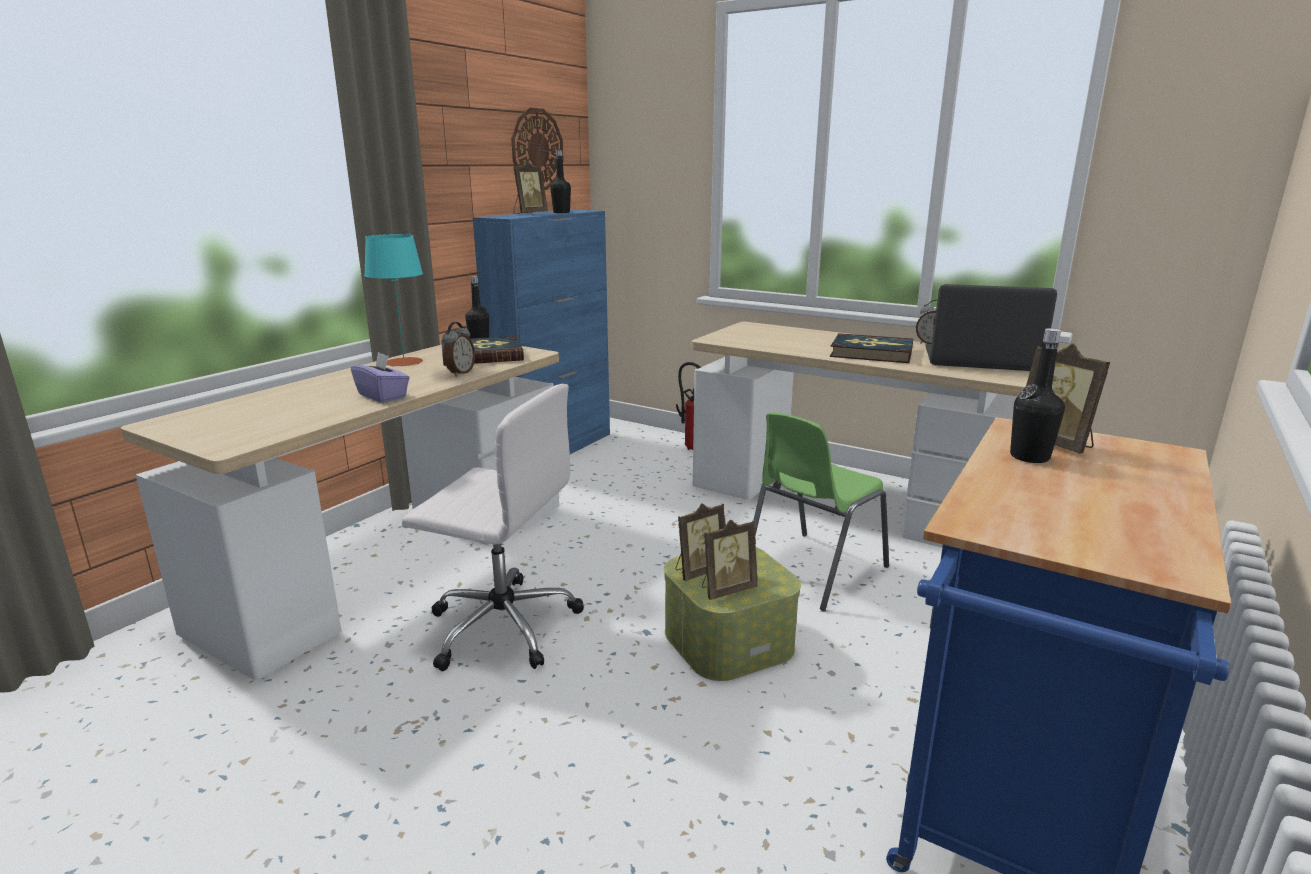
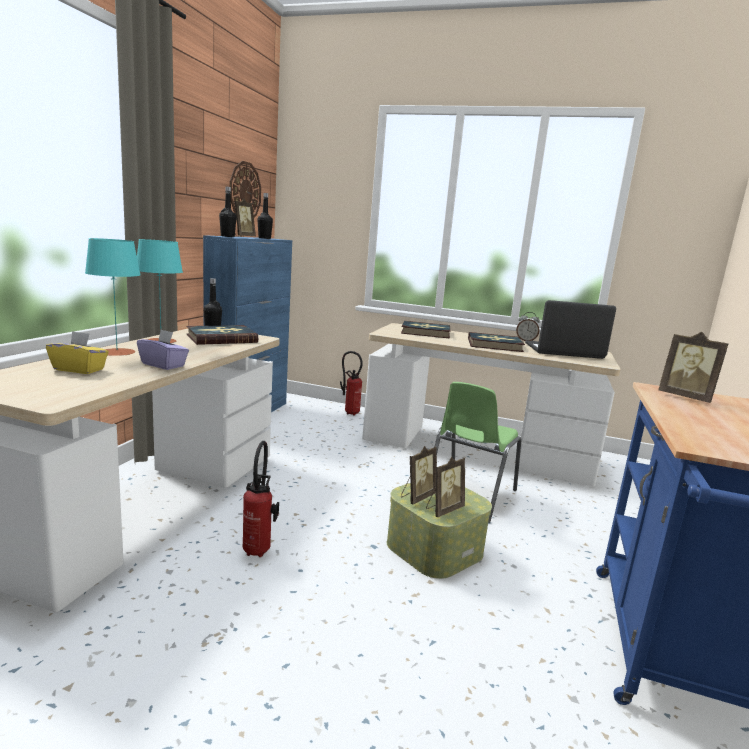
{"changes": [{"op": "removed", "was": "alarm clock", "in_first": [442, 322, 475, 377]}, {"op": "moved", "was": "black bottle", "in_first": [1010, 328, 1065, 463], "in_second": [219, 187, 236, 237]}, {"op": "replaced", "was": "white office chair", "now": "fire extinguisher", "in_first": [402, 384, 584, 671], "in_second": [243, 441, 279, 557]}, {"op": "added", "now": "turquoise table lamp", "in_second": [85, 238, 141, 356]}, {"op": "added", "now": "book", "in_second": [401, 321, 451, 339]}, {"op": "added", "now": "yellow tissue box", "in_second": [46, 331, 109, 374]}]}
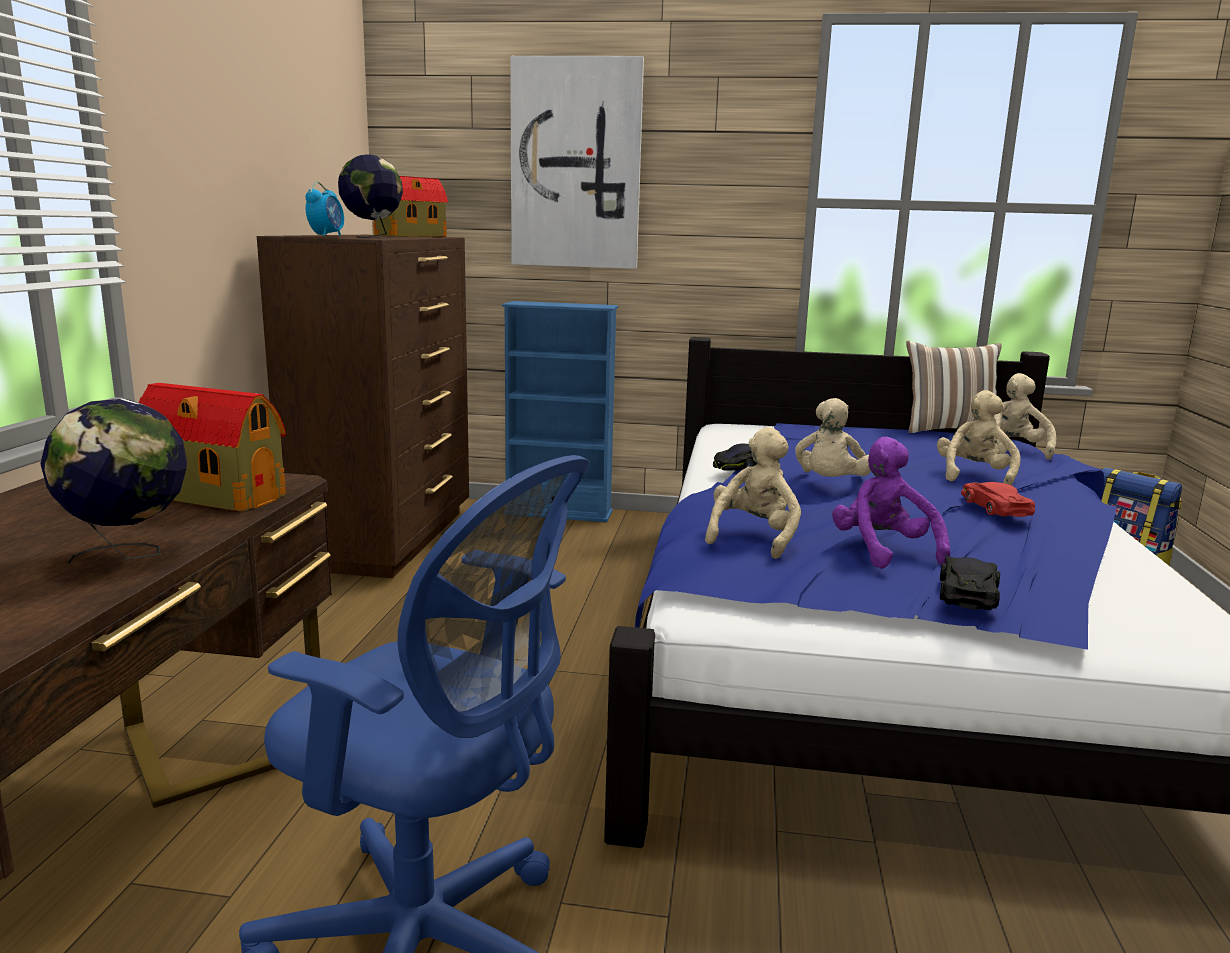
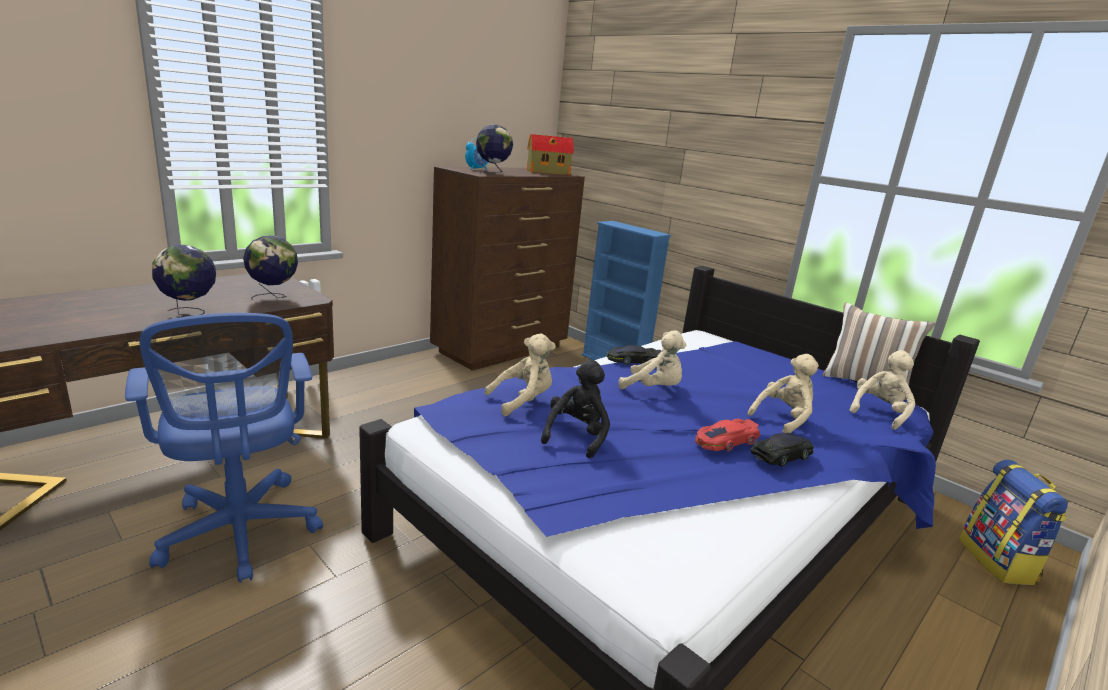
{"changes": [{"op": "removed", "was": "picture", "in_first": [510, 56, 644, 269]}, {"op": "replaced", "was": "toy house", "now": "globe", "in_first": [138, 383, 286, 512], "in_second": [243, 235, 298, 300]}, {"op": "turned", "was": "beige plush toy", "in_first": [795, 398, 871, 477], "in_second": [618, 330, 686, 389], "clockwise": -120}, {"op": "recoloured", "was": "purple plush toy", "now": "black plush toy", "in_first": [832, 437, 950, 569], "in_second": [541, 360, 610, 458]}, {"op": "turned", "was": "red toy car", "in_first": [961, 482, 1035, 517], "in_second": [695, 418, 760, 451], "clockwise": -150}, {"op": "moved", "was": "black toy car", "in_first": [940, 556, 1000, 610], "in_second": [751, 433, 814, 467]}]}
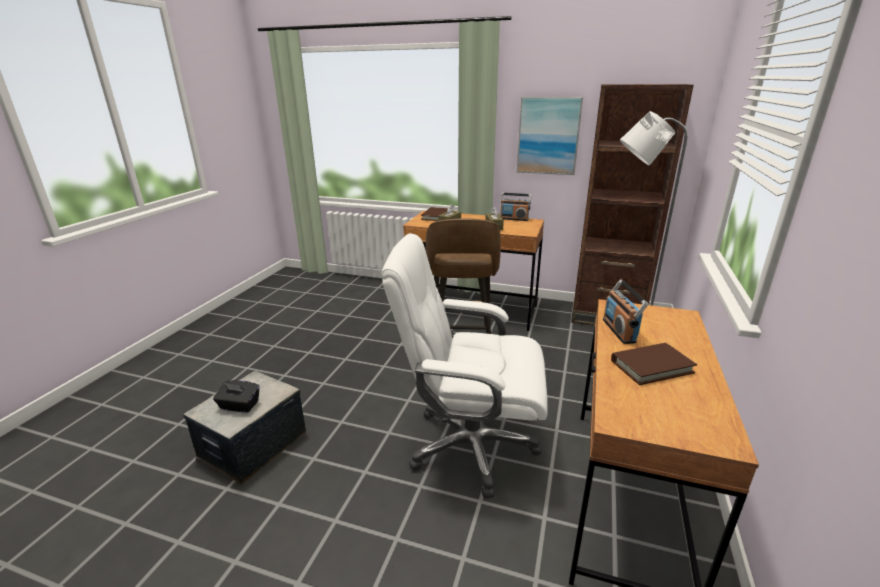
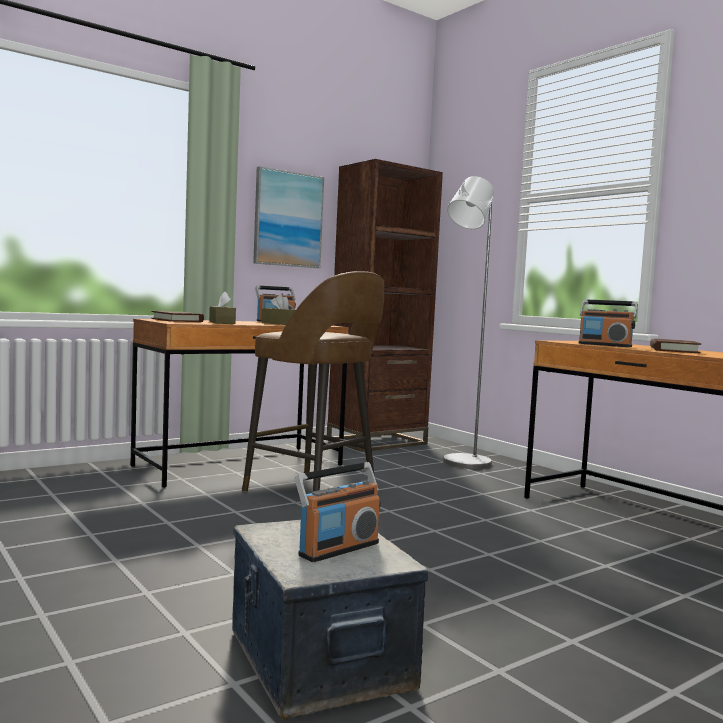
{"changes": [{"op": "removed", "was": "white office chair", "in_first": [381, 233, 548, 499]}, {"op": "replaced", "was": "black tissue box", "now": "radio", "in_first": [213, 380, 260, 413], "in_second": [295, 462, 381, 562]}]}
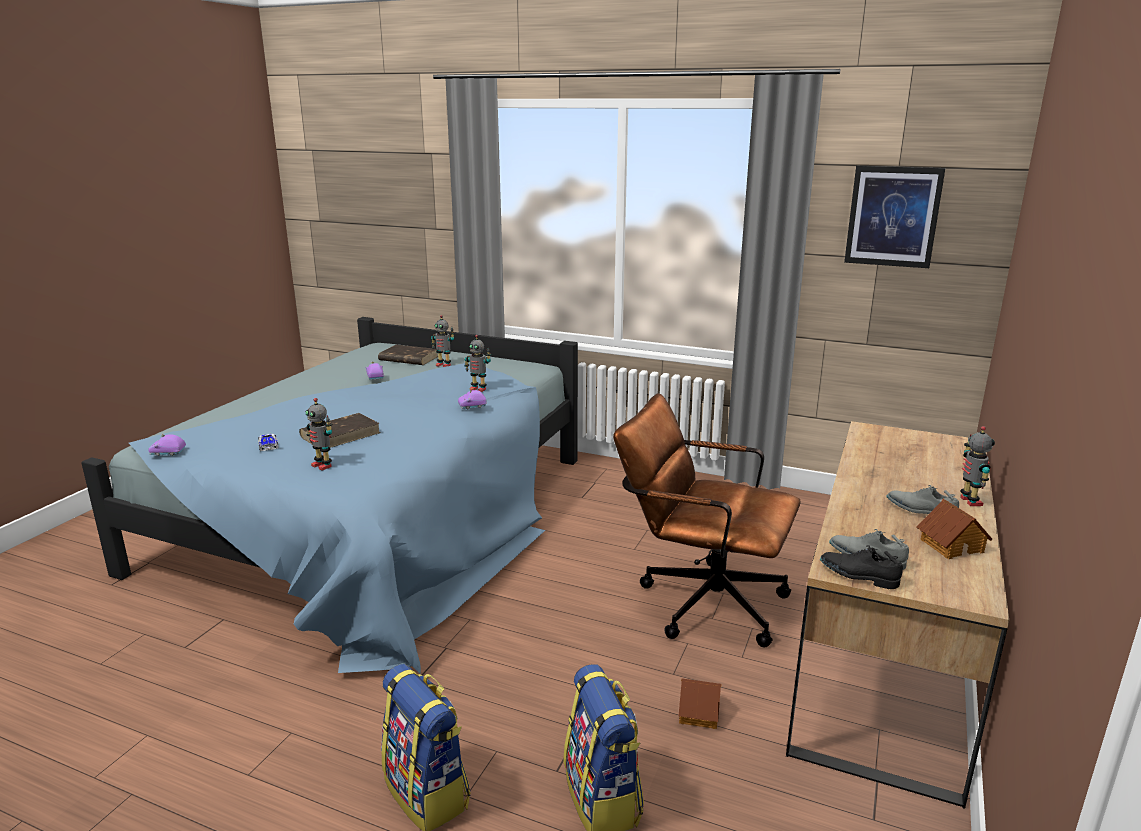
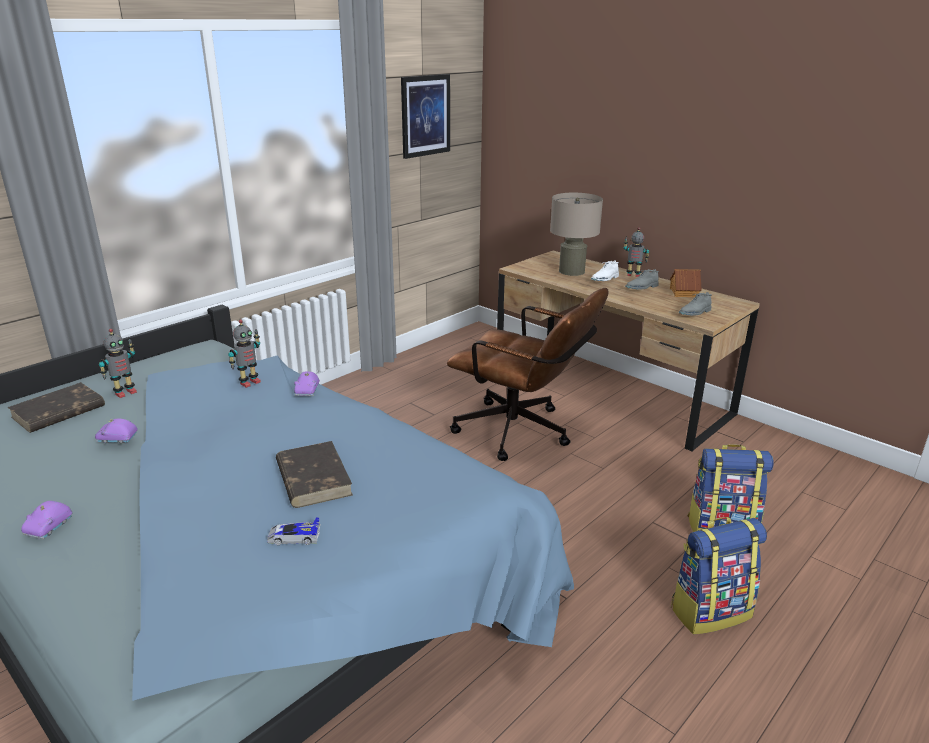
{"changes": [{"op": "turned", "was": "brown office chair", "in_first": [613, 393, 801, 647], "in_second": [447, 288, 608, 461], "clockwise": -105}, {"op": "removed", "was": "toy robot", "in_first": [305, 398, 332, 471]}, {"op": "moved", "was": "purple toy car", "in_first": [148, 434, 186, 456], "in_second": [21, 501, 73, 539]}, {"op": "removed", "was": "black shoe", "in_first": [820, 545, 903, 589]}, {"op": "removed", "was": "toy house", "in_first": [679, 678, 722, 729]}, {"op": "added", "now": "beige table lamp", "in_second": [550, 193, 603, 276]}, {"op": "added", "now": "white shoe", "in_second": [591, 260, 619, 281]}]}
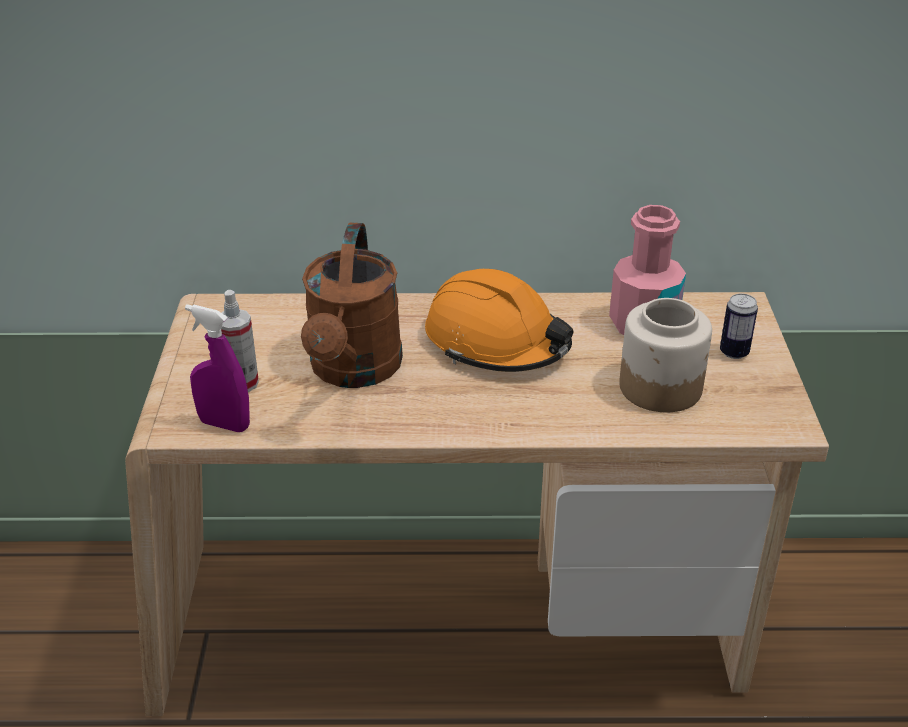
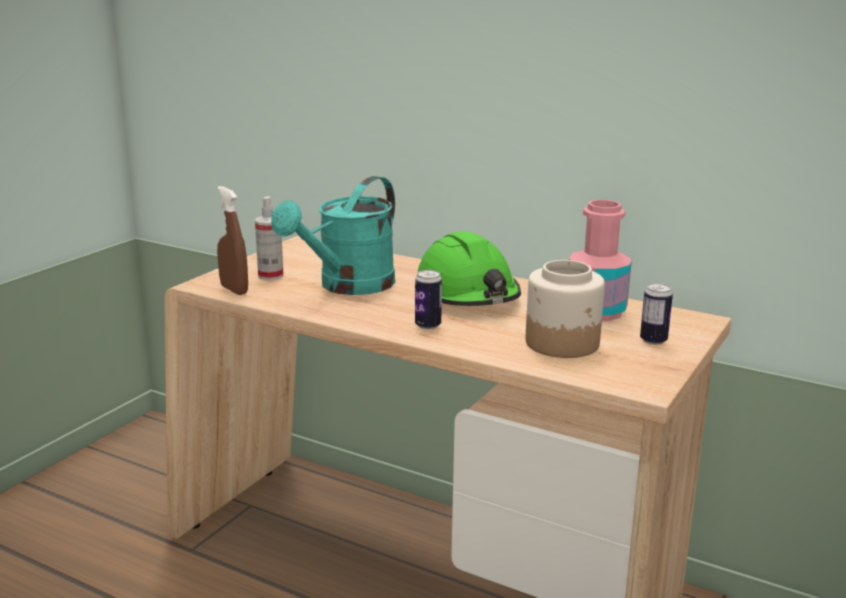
{"changes": [{"op": "recoloured", "was": "brown watering can", "now": "turquoise watering can", "in_first": [301, 222, 403, 388], "in_second": [271, 176, 395, 295]}, {"op": "recoloured", "was": "orange hard hat", "now": "green hard hat", "in_first": [425, 269, 573, 372], "in_second": [417, 231, 521, 306]}, {"op": "recoloured", "was": "purple spray bottle", "now": "brown spray bottle", "in_first": [185, 304, 250, 432], "in_second": [217, 186, 248, 295]}, {"op": "added", "now": "can", "in_second": [415, 270, 442, 330]}]}
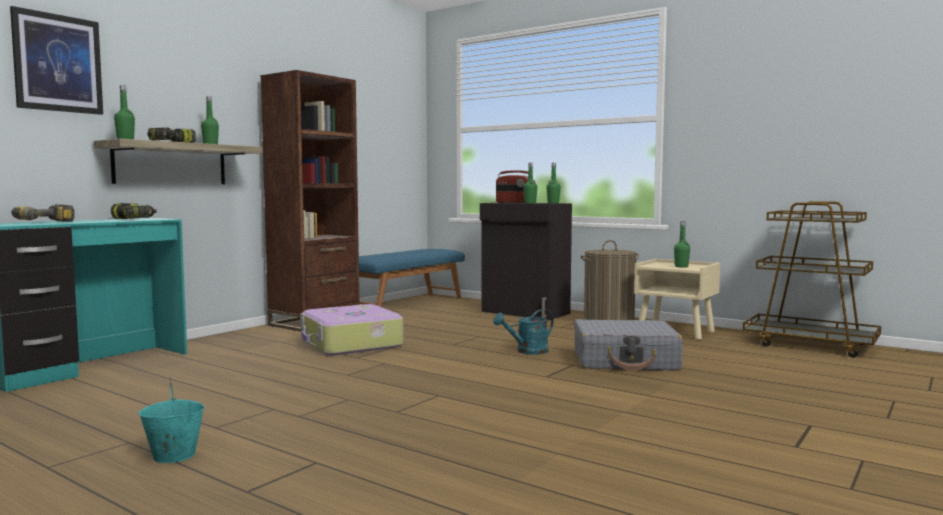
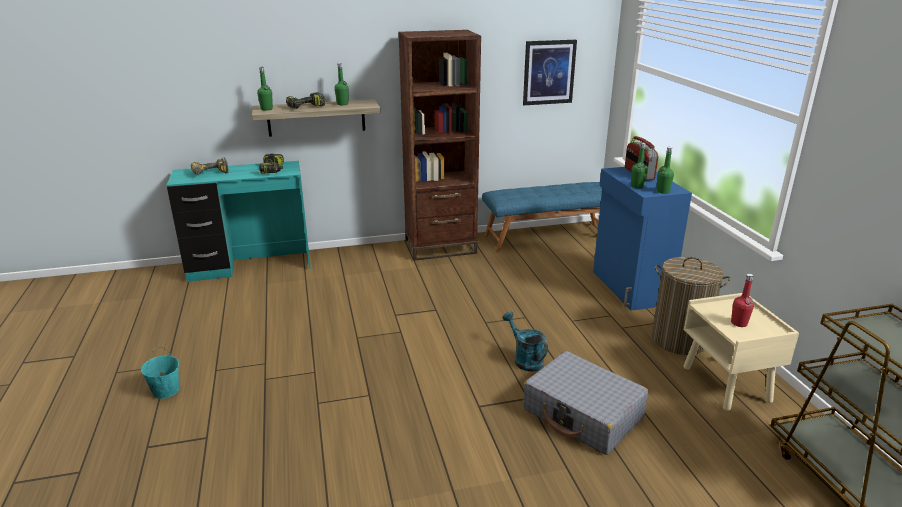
{"changes": [{"op": "moved", "was": "picture", "in_first": [10, 6, 103, 115], "in_second": [523, 40, 577, 105]}, {"op": "recoloured", "was": "black cabinet", "now": "blue cabinet", "in_first": [480, 203, 572, 320], "in_second": [593, 167, 692, 310]}, {"op": "recoloured", "was": "green bottle", "now": "red bottle", "in_first": [674, 221, 690, 268], "in_second": [731, 274, 754, 327]}, {"op": "removed", "was": "suitcase", "in_first": [300, 304, 404, 356]}, {"op": "turned", "was": "turquoise watering can", "in_first": [493, 309, 554, 355], "in_second": [503, 312, 548, 372], "clockwise": 45}]}
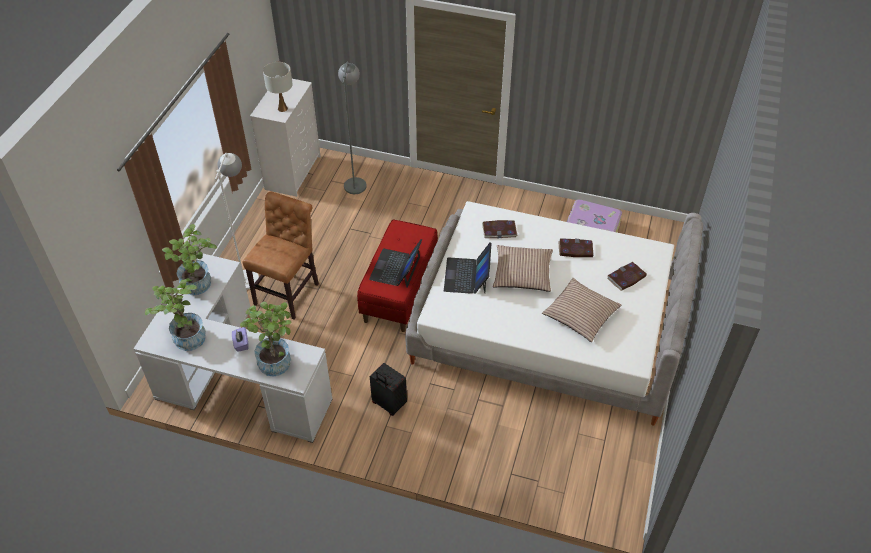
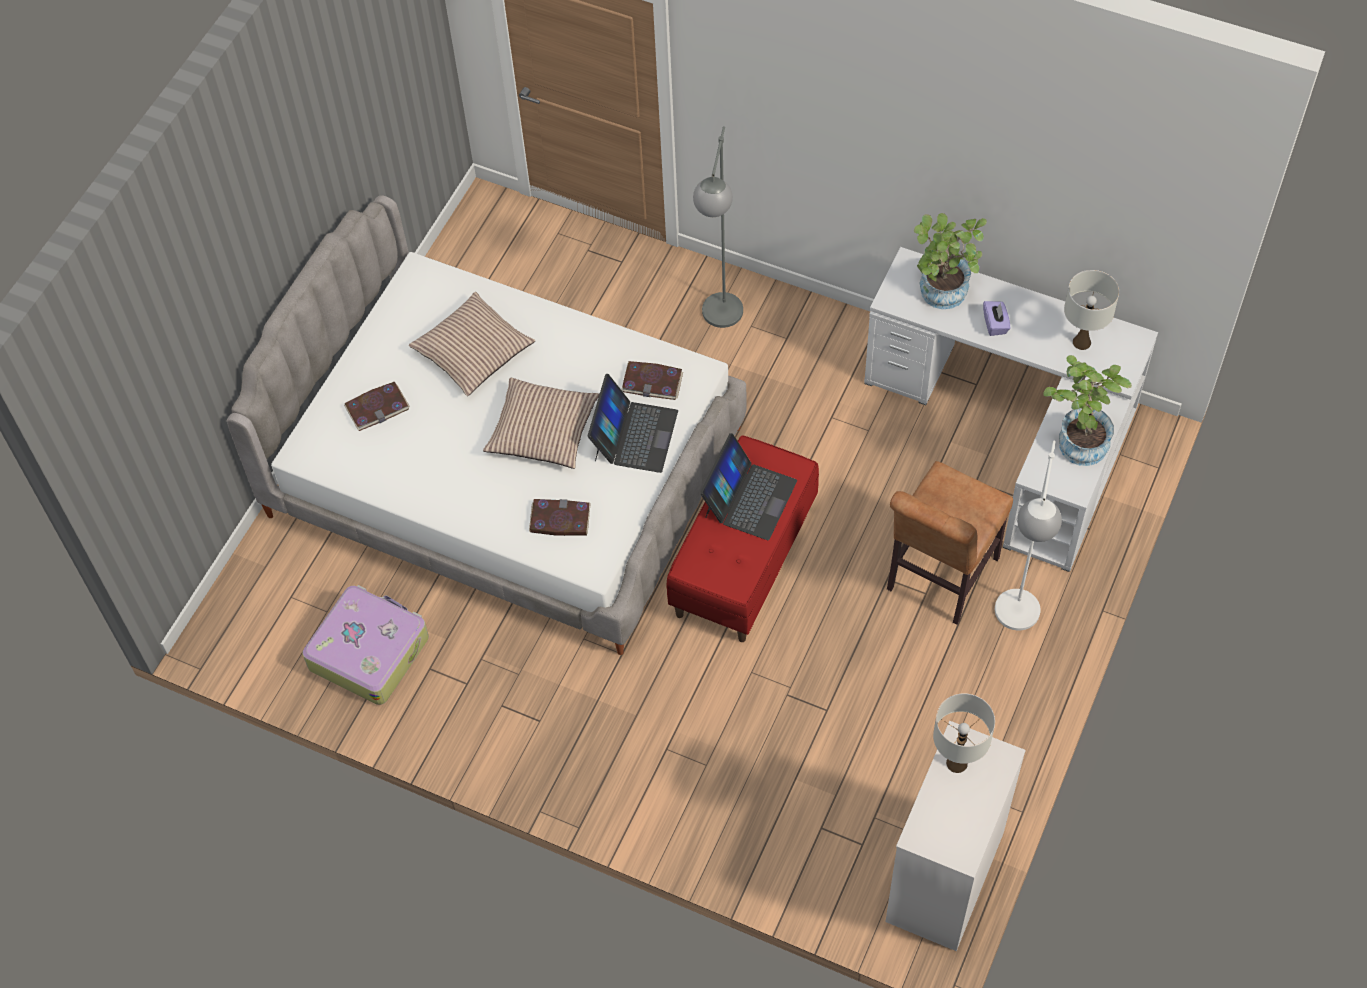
{"changes": [{"op": "moved", "was": "grey floor lamp", "in_first": [338, 61, 367, 194], "in_second": [693, 126, 743, 328]}, {"op": "moved", "was": "book", "in_first": [558, 238, 594, 257], "in_second": [622, 361, 683, 400]}, {"op": "replaced", "was": "potted plant", "now": "white table lamp", "in_first": [145, 279, 206, 351], "in_second": [1064, 270, 1119, 350]}, {"op": "removed", "was": "black suitcase", "in_first": [370, 363, 407, 416]}]}
